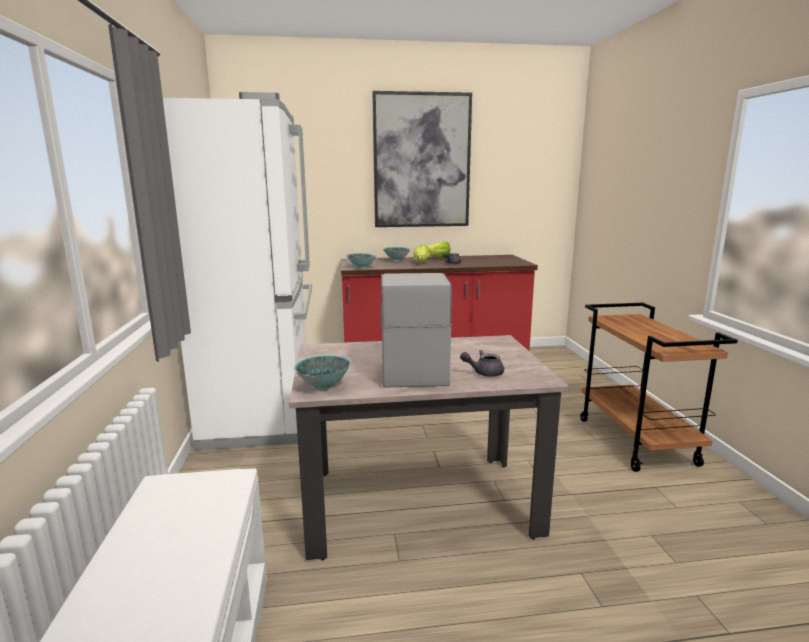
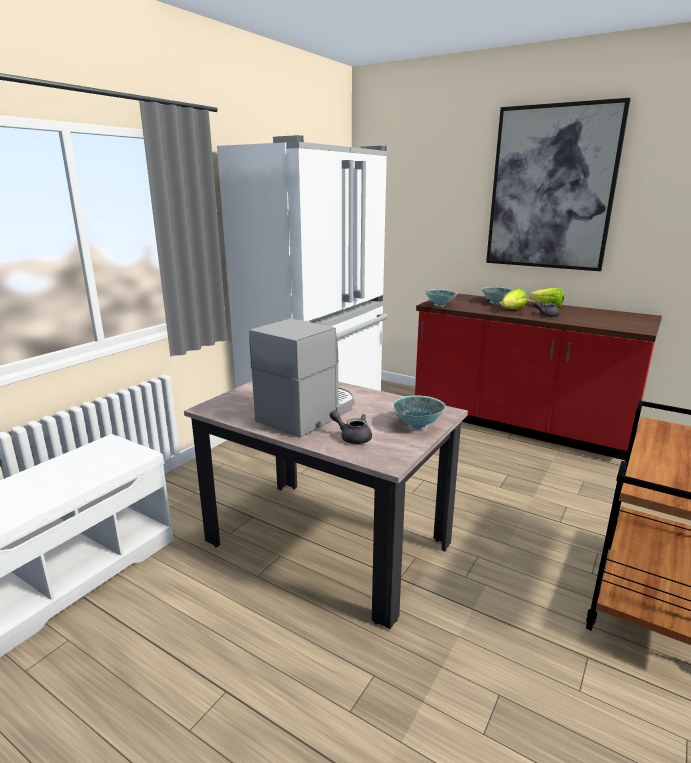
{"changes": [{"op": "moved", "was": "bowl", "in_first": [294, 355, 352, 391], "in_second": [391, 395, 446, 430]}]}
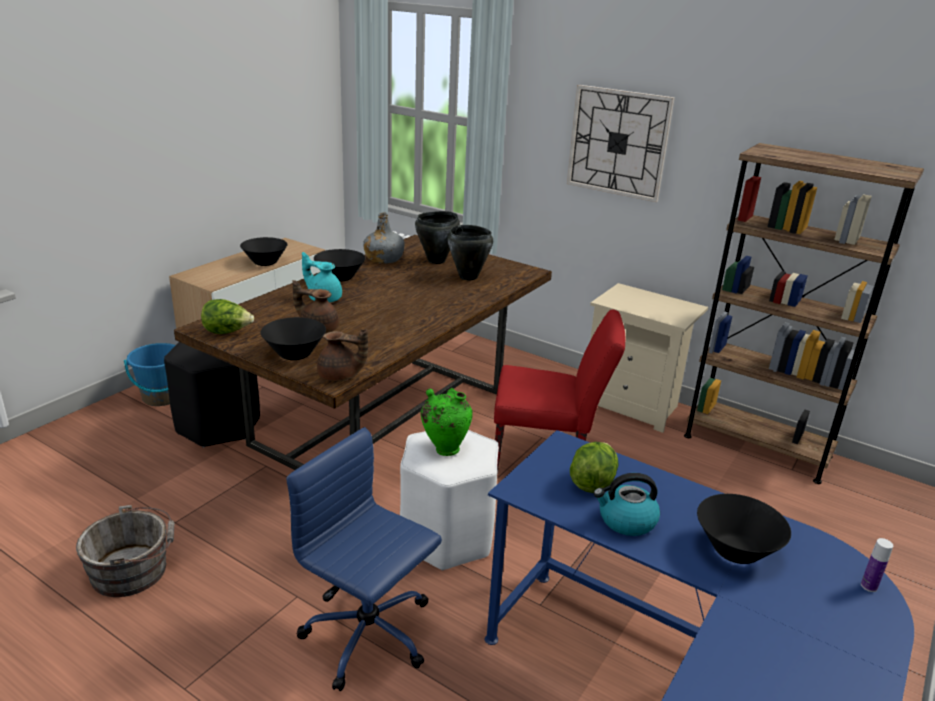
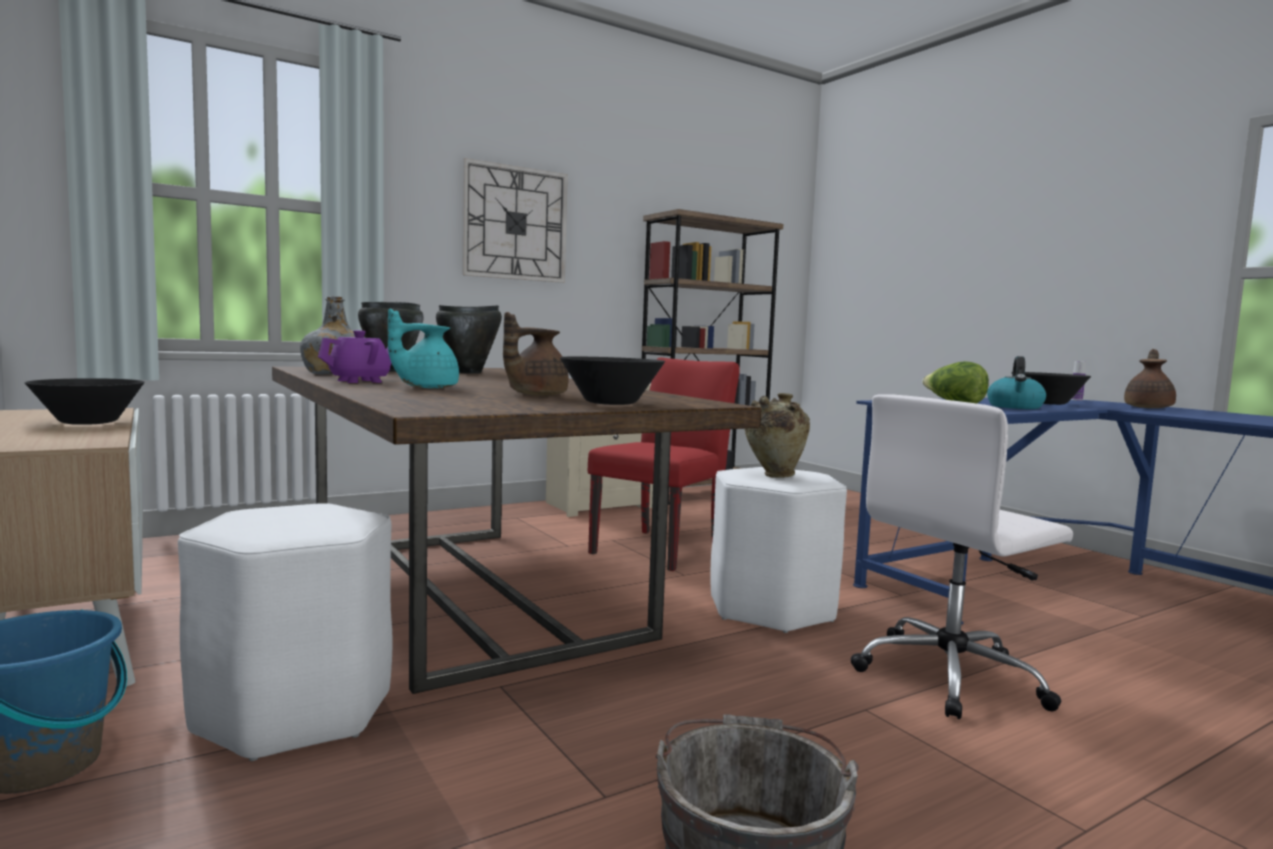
{"changes": [{"op": "replaced", "was": "black bowl", "now": "purple teapot", "in_first": [314, 249, 366, 282], "in_second": [318, 330, 392, 383]}, {"op": "removed", "was": "lettuce", "in_first": [201, 299, 254, 334]}, {"op": "moved", "was": "brown teapot", "in_first": [317, 329, 368, 381], "in_second": [1124, 349, 1176, 408]}, {"op": "recoloured", "was": "black stool", "now": "white stool", "in_first": [164, 342, 260, 448], "in_second": [178, 503, 392, 761]}, {"op": "recoloured", "was": "green vase", "now": "beige vase", "in_first": [421, 388, 473, 456], "in_second": [745, 393, 810, 478]}, {"op": "recoloured", "was": "blue office chair", "now": "white office chair", "in_first": [286, 427, 442, 691], "in_second": [850, 394, 1073, 719]}]}
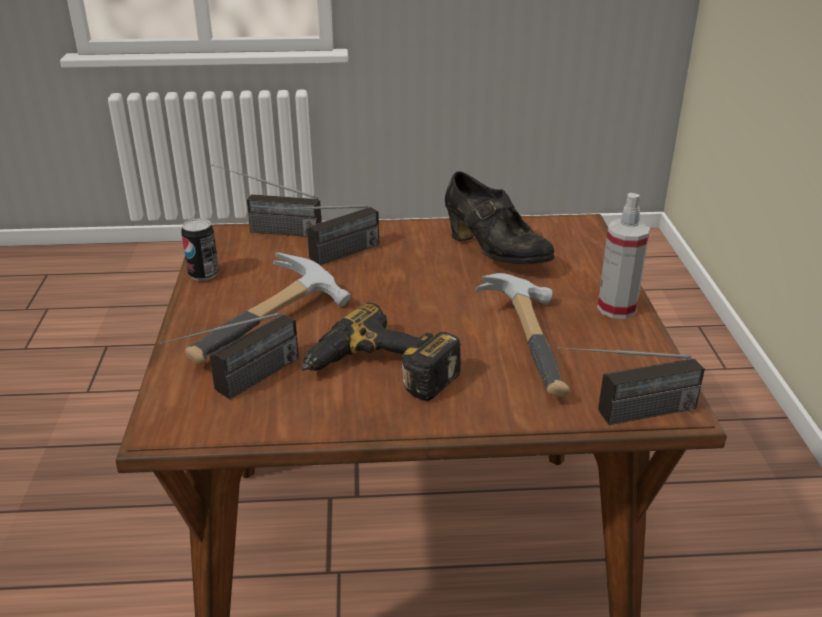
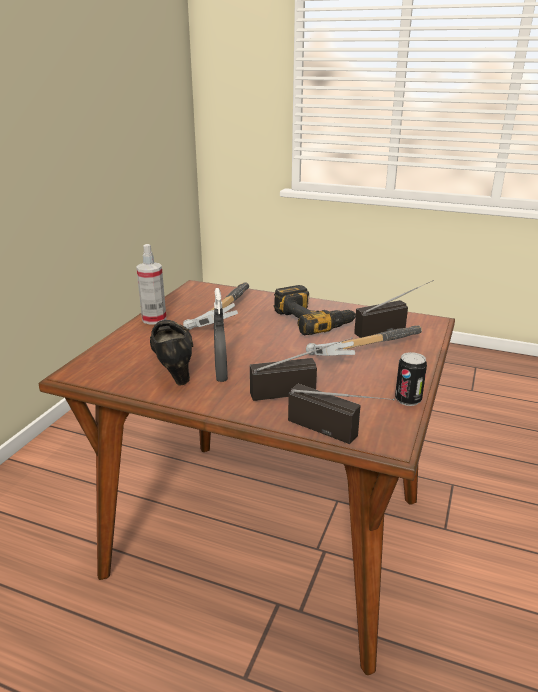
{"changes": [{"op": "removed", "was": "radio", "in_first": [558, 347, 705, 425]}, {"op": "added", "now": "grey spray bottle", "in_second": [214, 288, 228, 382]}]}
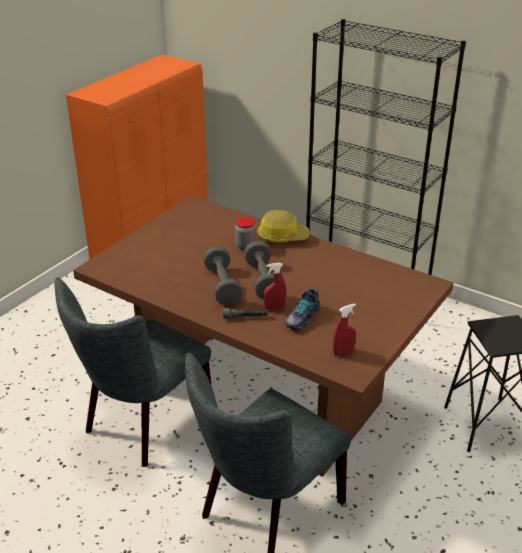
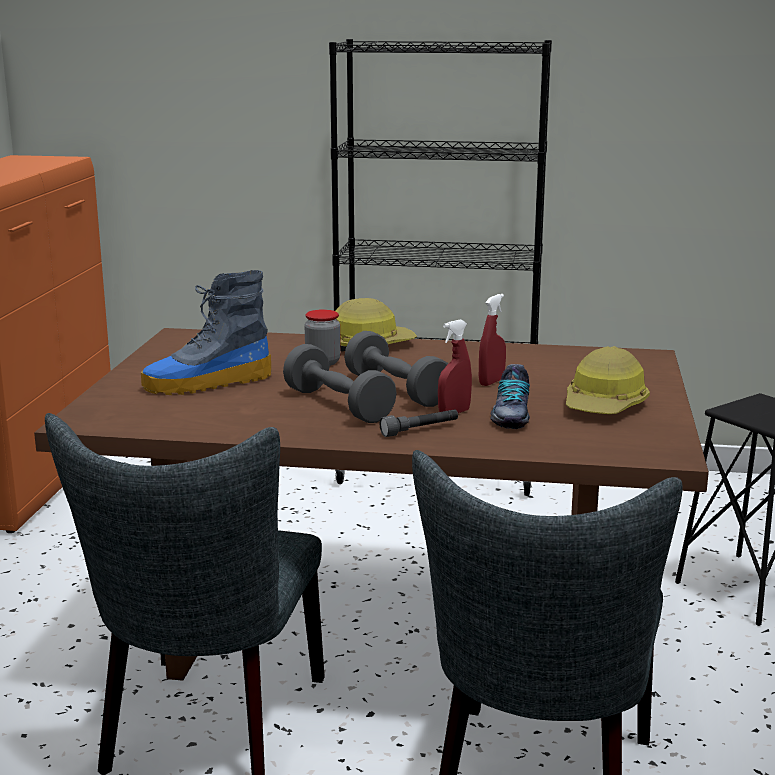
{"changes": [{"op": "moved", "was": "red spray bottle", "in_first": [333, 304, 356, 356], "in_second": [479, 294, 506, 386]}, {"op": "added", "now": "boot", "in_second": [141, 270, 271, 395]}, {"op": "added", "now": "hard hat", "in_second": [566, 346, 650, 414]}]}
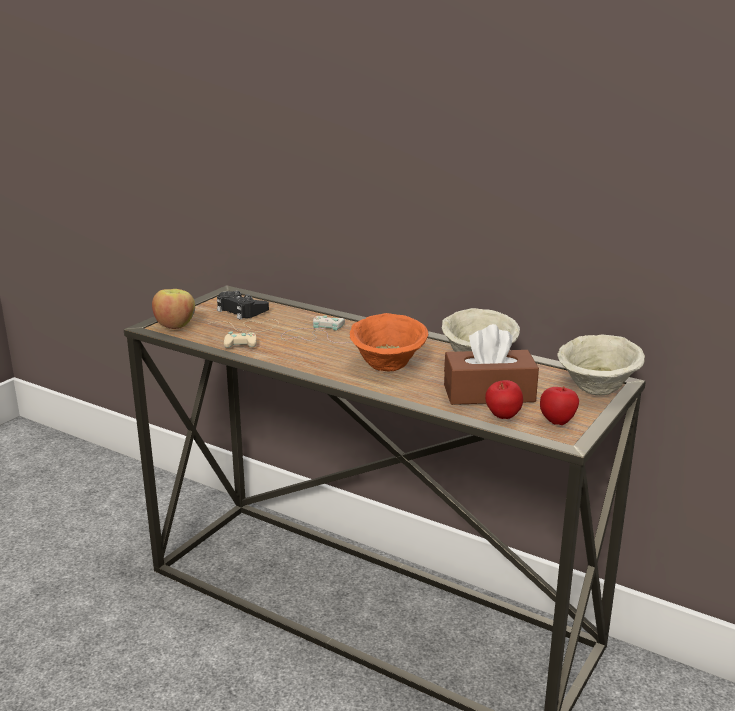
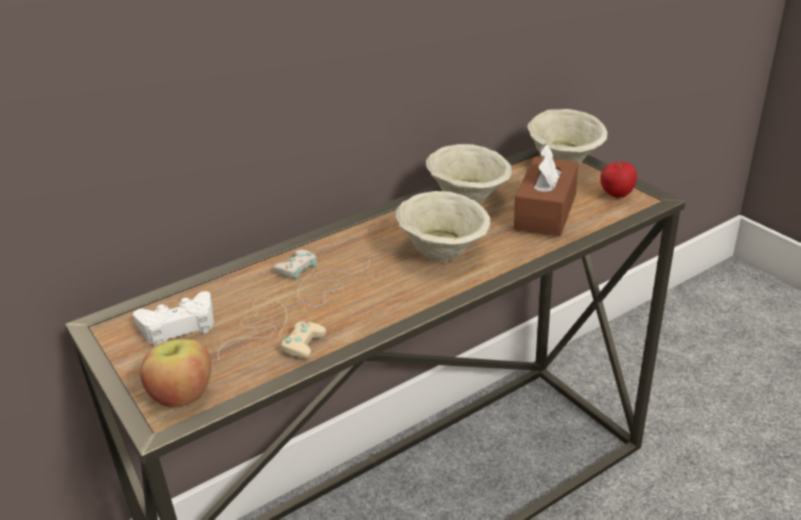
{"changes": [{"op": "recoloured", "was": "black game controller", "now": "white game controller", "in_first": [217, 291, 269, 320], "in_second": [133, 291, 214, 346]}, {"op": "recoloured", "was": "orange bowl", "now": "beige bowl", "in_first": [350, 313, 428, 371], "in_second": [396, 191, 490, 262]}, {"op": "removed", "was": "apple", "in_first": [485, 380, 523, 419]}]}
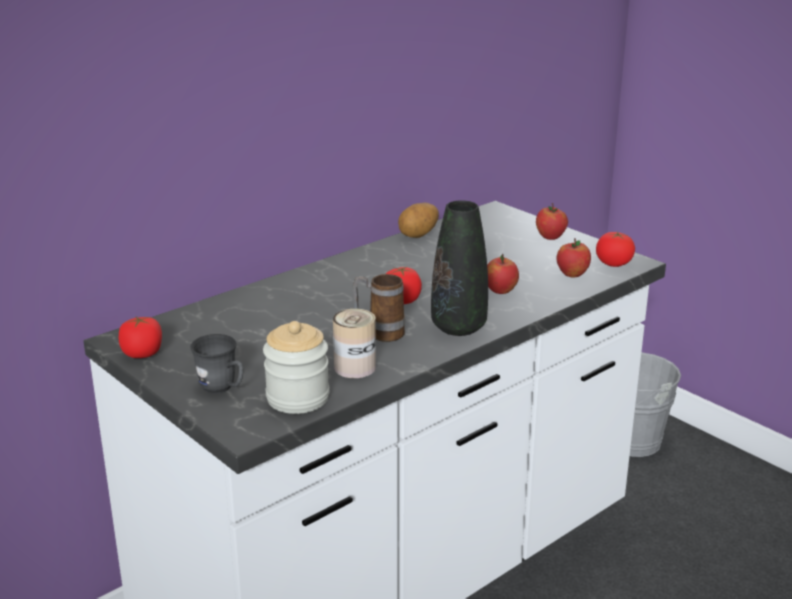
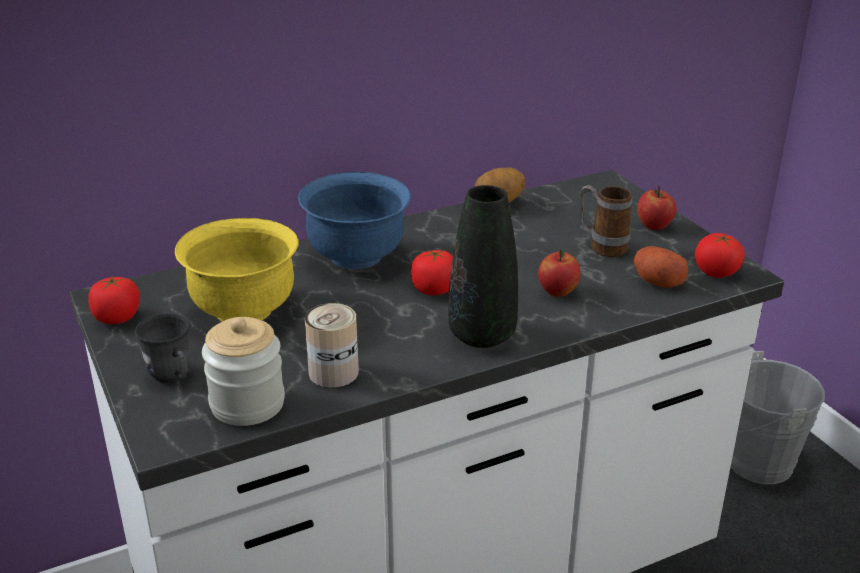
{"changes": [{"op": "replaced", "was": "apple", "now": "potato", "in_first": [557, 238, 591, 277], "in_second": [634, 246, 688, 288]}, {"op": "moved", "was": "mug", "in_first": [353, 274, 405, 342], "in_second": [578, 185, 632, 257]}, {"op": "added", "now": "blue bowl", "in_second": [298, 172, 411, 269]}, {"op": "added", "now": "yellow bowl", "in_second": [175, 218, 299, 322]}]}
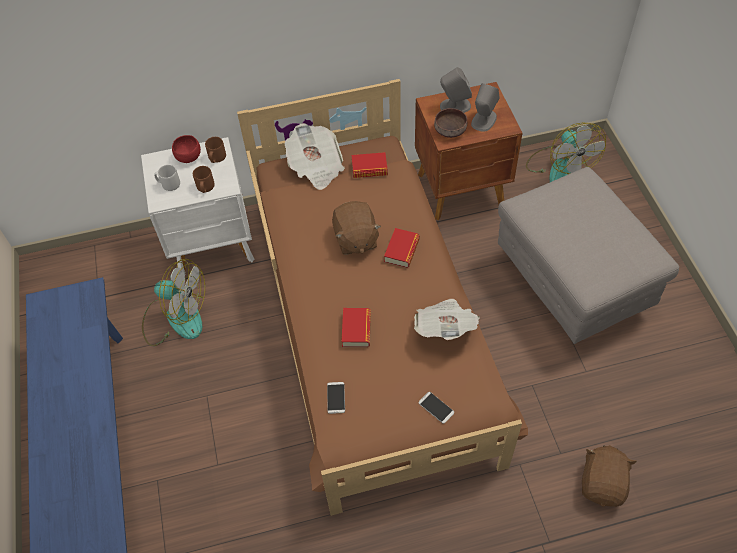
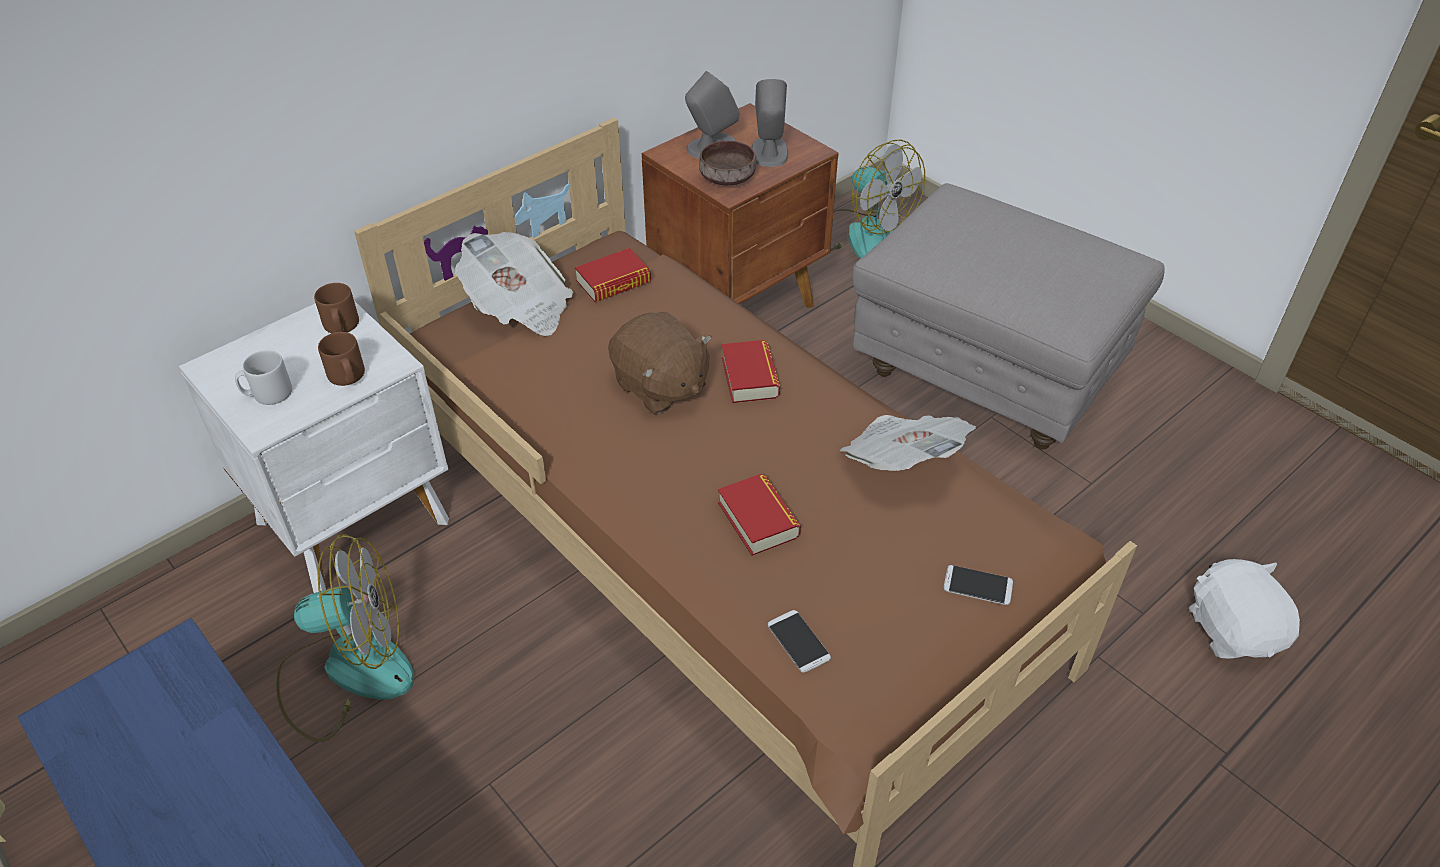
{"changes": [{"op": "removed", "was": "red bowl", "in_first": [172, 135, 201, 163]}, {"op": "recoloured", "was": "brown plush toy", "now": "white plush toy", "in_first": [582, 445, 637, 507], "in_second": [1189, 559, 1300, 659]}]}
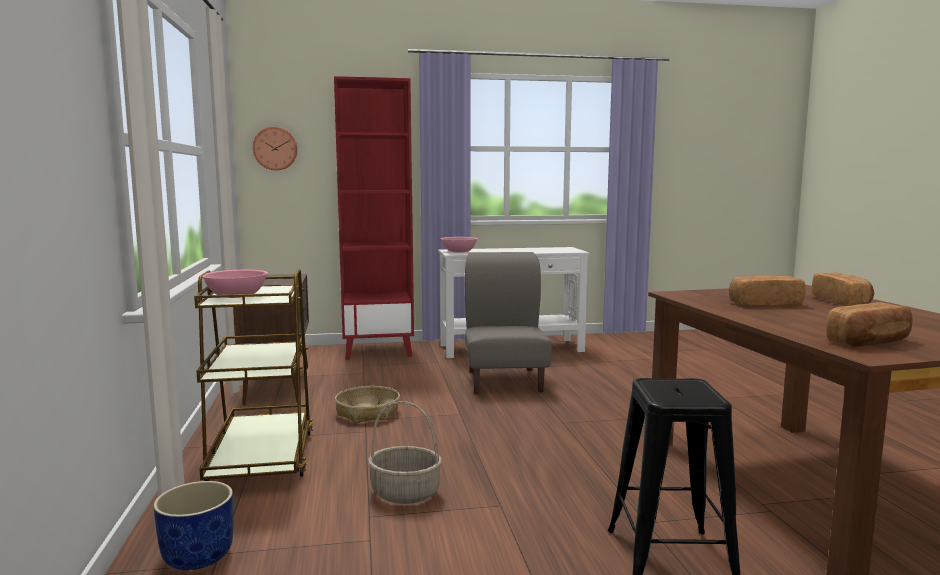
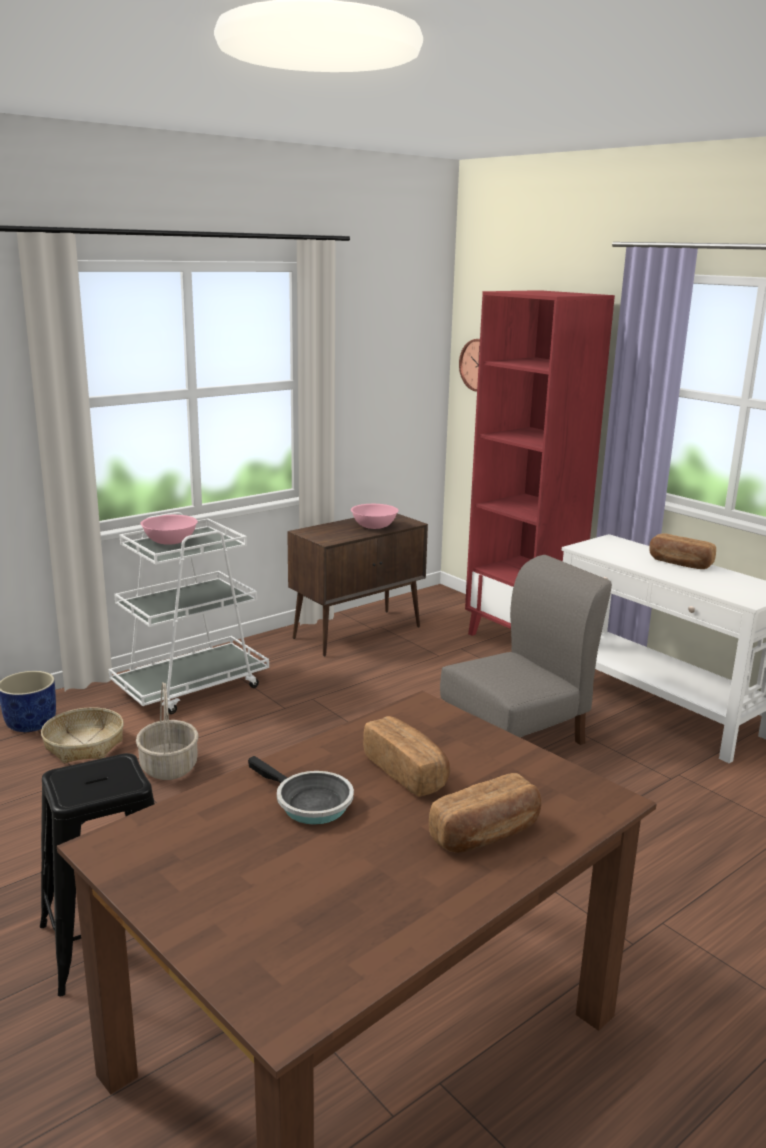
{"changes": [{"op": "moved", "was": "pink bowl", "in_first": [441, 237, 478, 253], "in_second": [351, 504, 399, 529]}, {"op": "recoloured", "was": "brown cart", "now": "white cart", "in_first": [194, 268, 313, 481], "in_second": [109, 512, 269, 714]}, {"op": "moved", "was": "bread", "in_first": [826, 302, 913, 347], "in_second": [649, 533, 716, 569]}, {"op": "moved", "was": "basket", "in_first": [335, 386, 400, 423], "in_second": [41, 707, 124, 763]}, {"op": "added", "now": "frying pan", "in_second": [248, 756, 354, 825]}]}
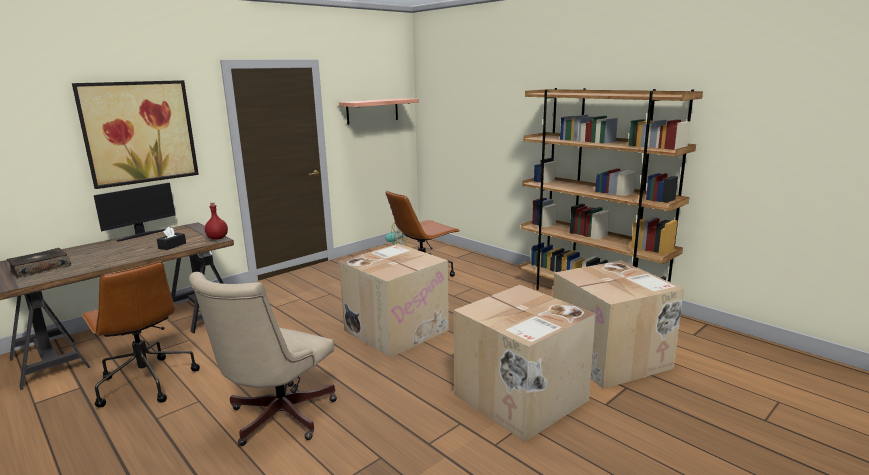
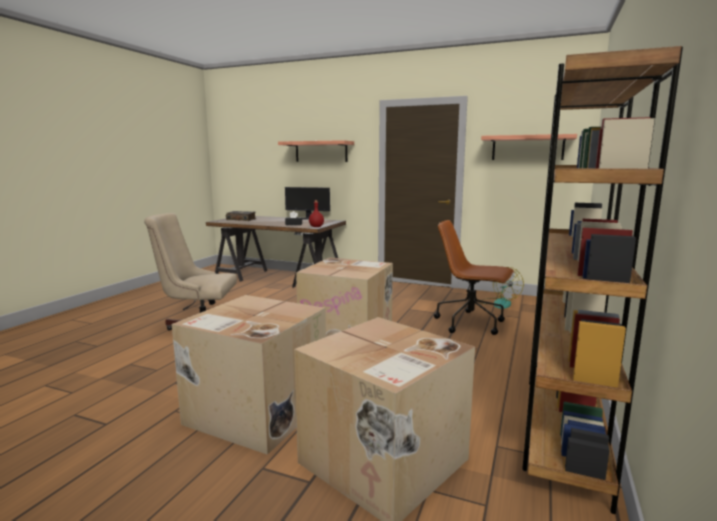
{"changes": [{"op": "replaced", "was": "picture", "now": "shelf", "in_first": [72, 80, 199, 189], "in_second": [278, 140, 354, 162]}, {"op": "removed", "was": "brown office chair", "in_first": [81, 261, 200, 408]}]}
